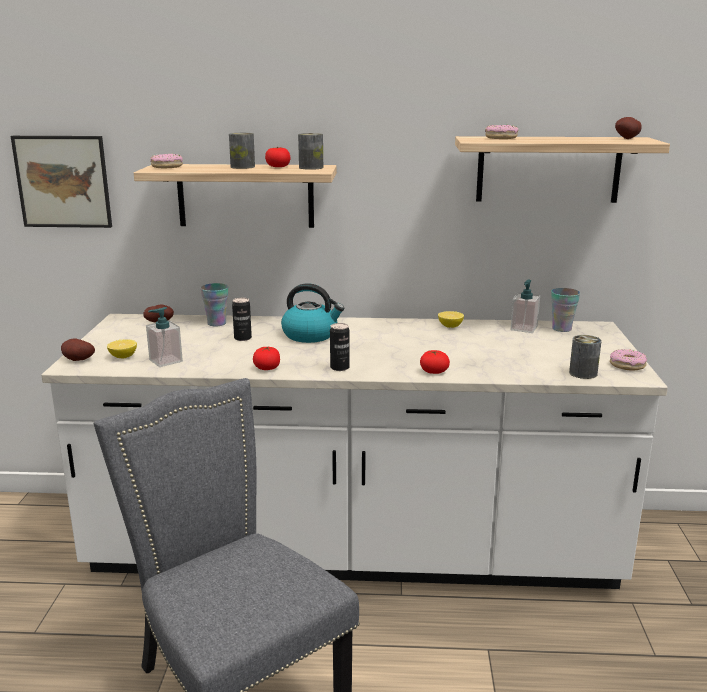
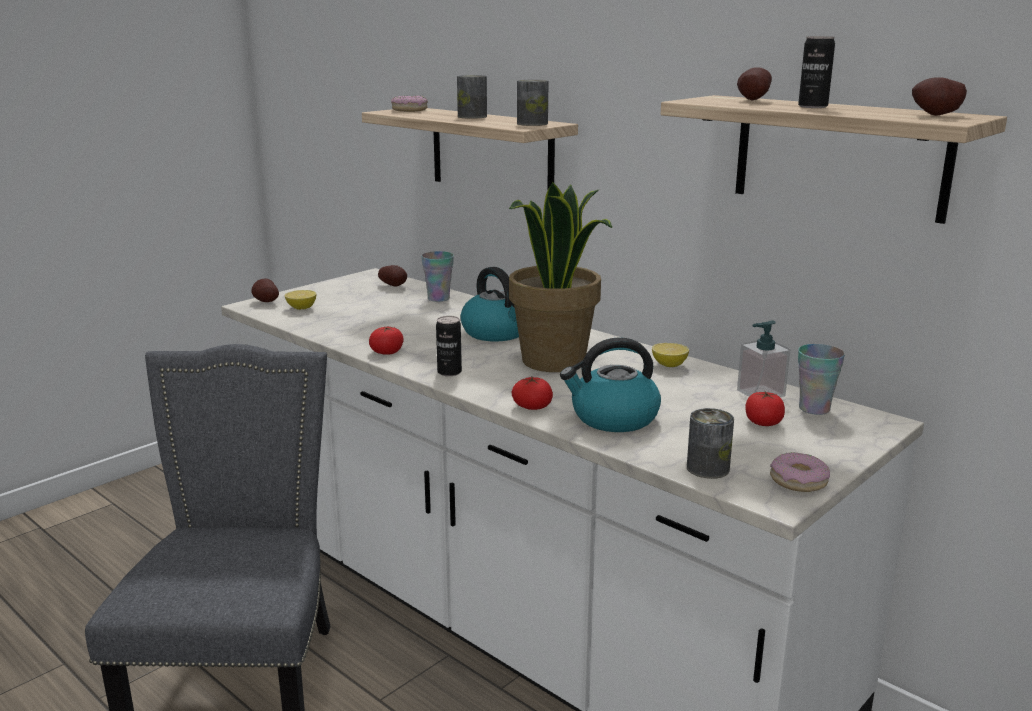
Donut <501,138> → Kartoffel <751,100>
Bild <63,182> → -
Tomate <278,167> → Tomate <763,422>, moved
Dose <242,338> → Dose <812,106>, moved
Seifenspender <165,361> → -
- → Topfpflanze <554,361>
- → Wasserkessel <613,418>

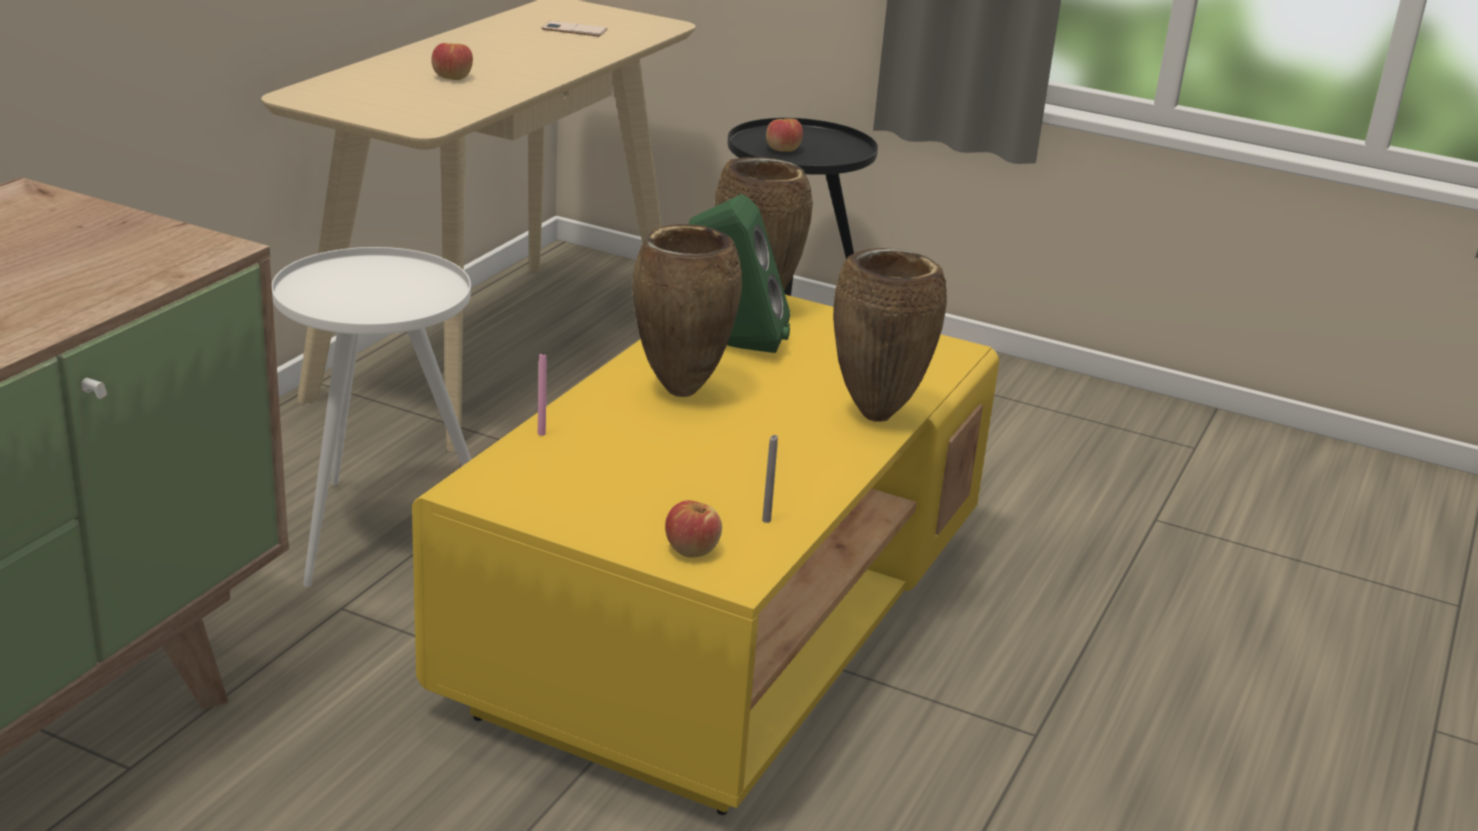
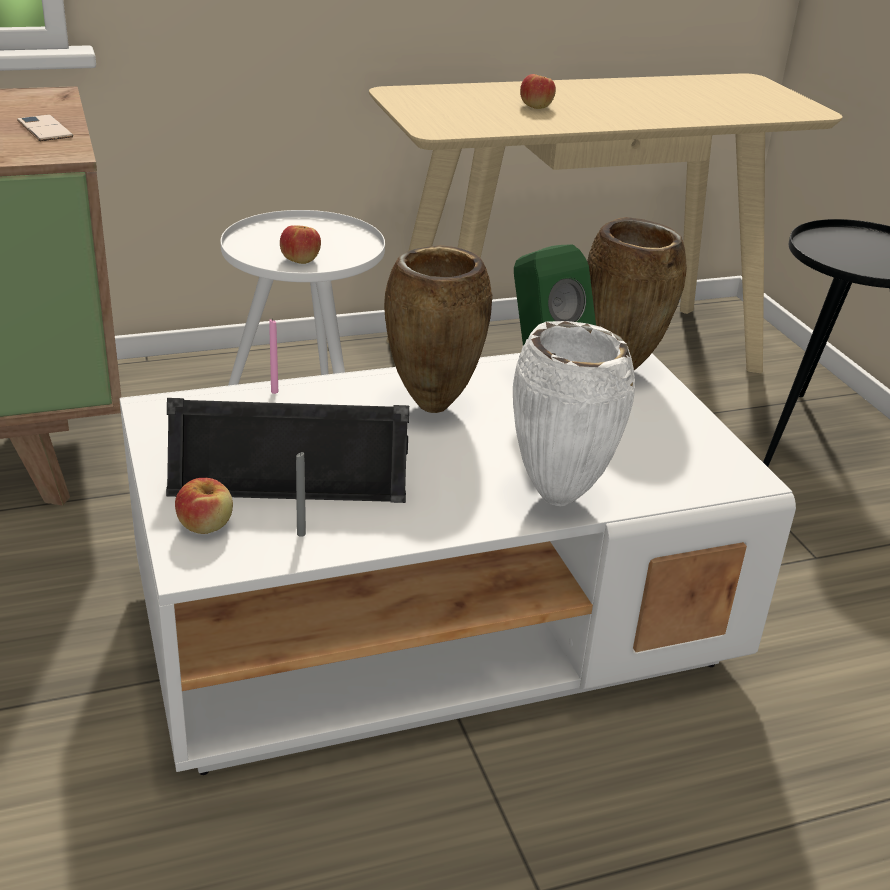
Handy <574,30> → Handy <45,129>, moved
Apfel <782,149> → Apfel <300,259>, moved
Vase/braun <877,414> → Vase/weiß <560,498>
Couchtisch/gelb <721,615> → Couchtisch/weiß <434,625>
- → Lautsprecher/schwarz <291,470>

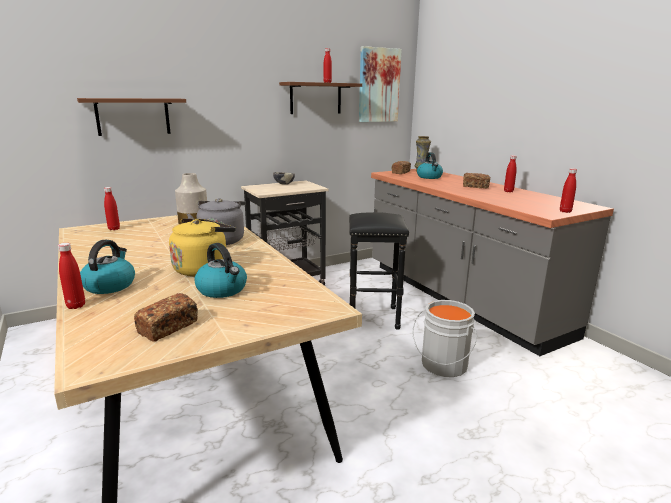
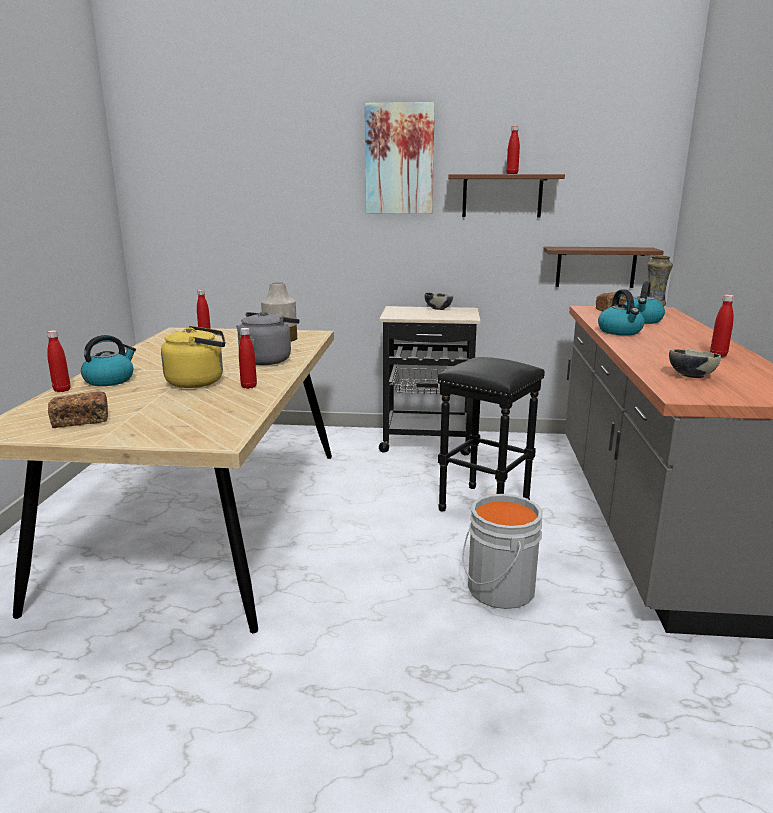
Bild <378,85> → Bild <399,159>, moved
Wandregal/braun <133,116> → Wandregal/braun <595,267>, moved
Flasche/rot <565,211> → Flasche/rot <249,386>, moved
Brot <475,186> → -
Wasserkessel <222,290> → Wasserkessel <620,331>, moved
- → Schüssel <690,376>

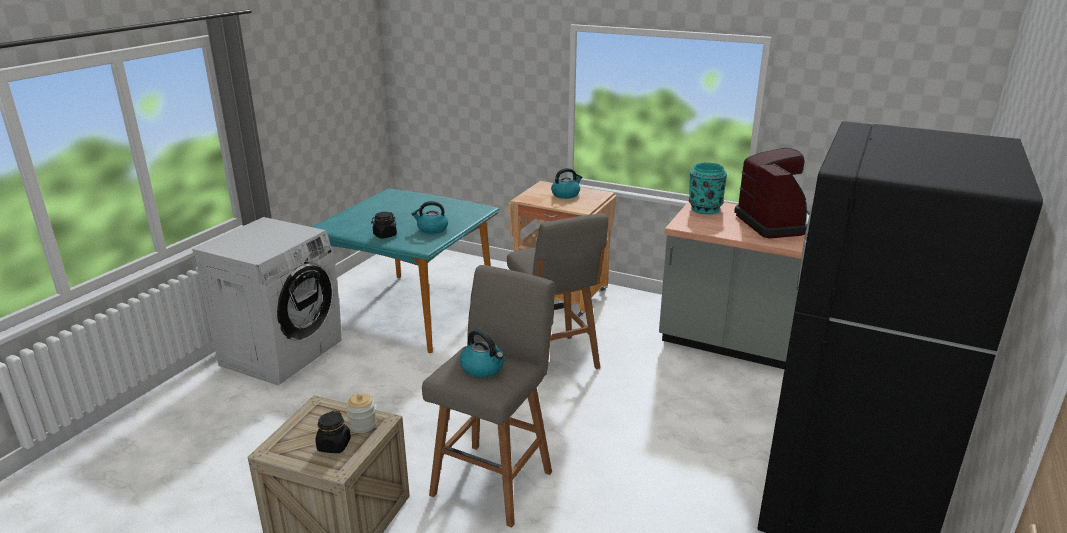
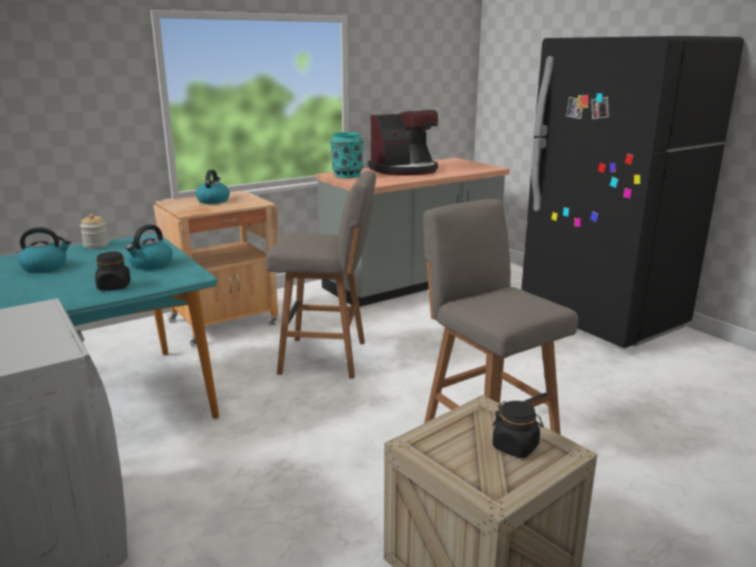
Kaffeemaschine <775,223> → Kaffeemaschine <405,170>, 135 degrees clockwise
Wasserkessel <483,368> → Wasserkessel <45,267>, moved
Vorratsglas <363,425> → Vorratsglas <96,245>, moved

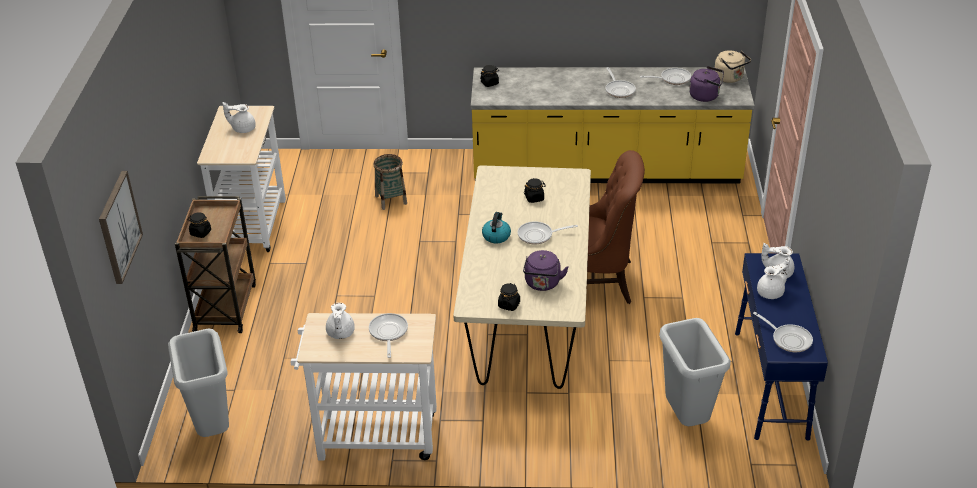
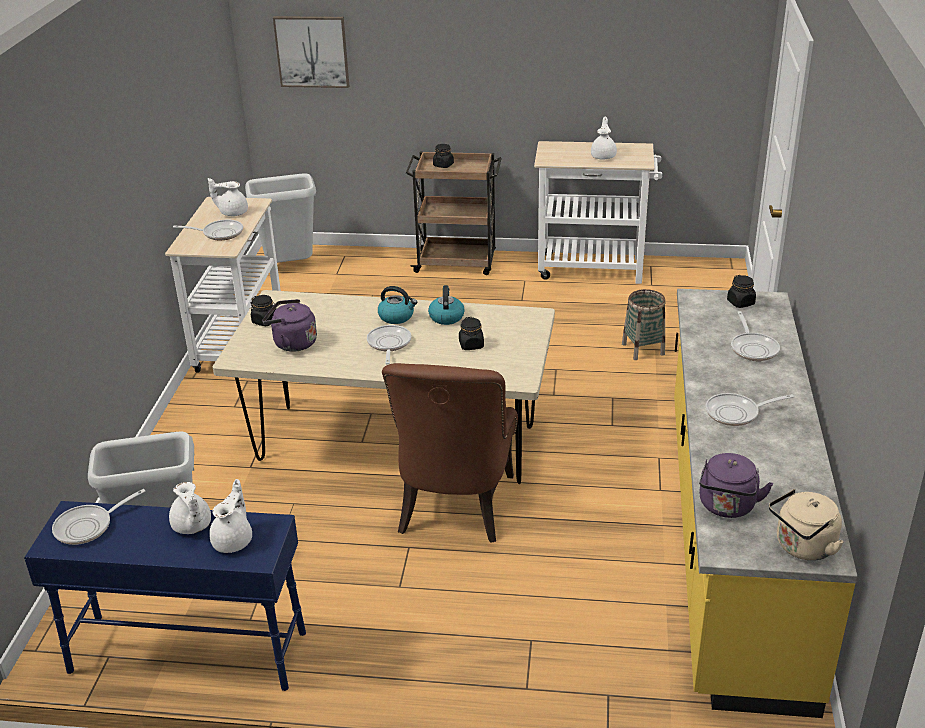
Pfanne <672,79> → Pfanne <753,348>, moved
- → Wasserkessel <446,317>

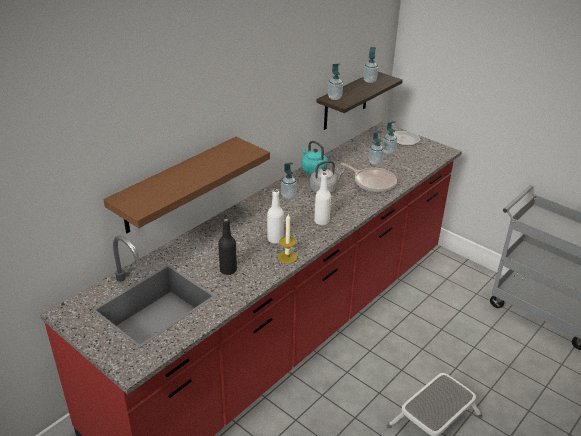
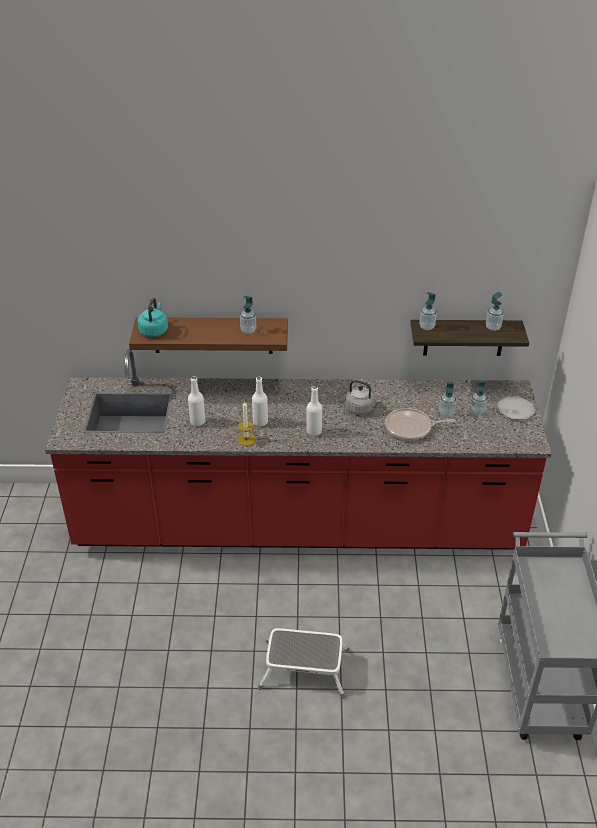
Wasserkessel/türkis <313,170> → Wasserkessel/türkis <154,330>, moved
Seifenspender <288,196> → Seifenspender <248,330>, moved
Pfanne <373,182> → Pfanne <411,428>, 90 degrees clockwise
Flasche/schwarz <228,270> → Flasche/weiß <197,421>

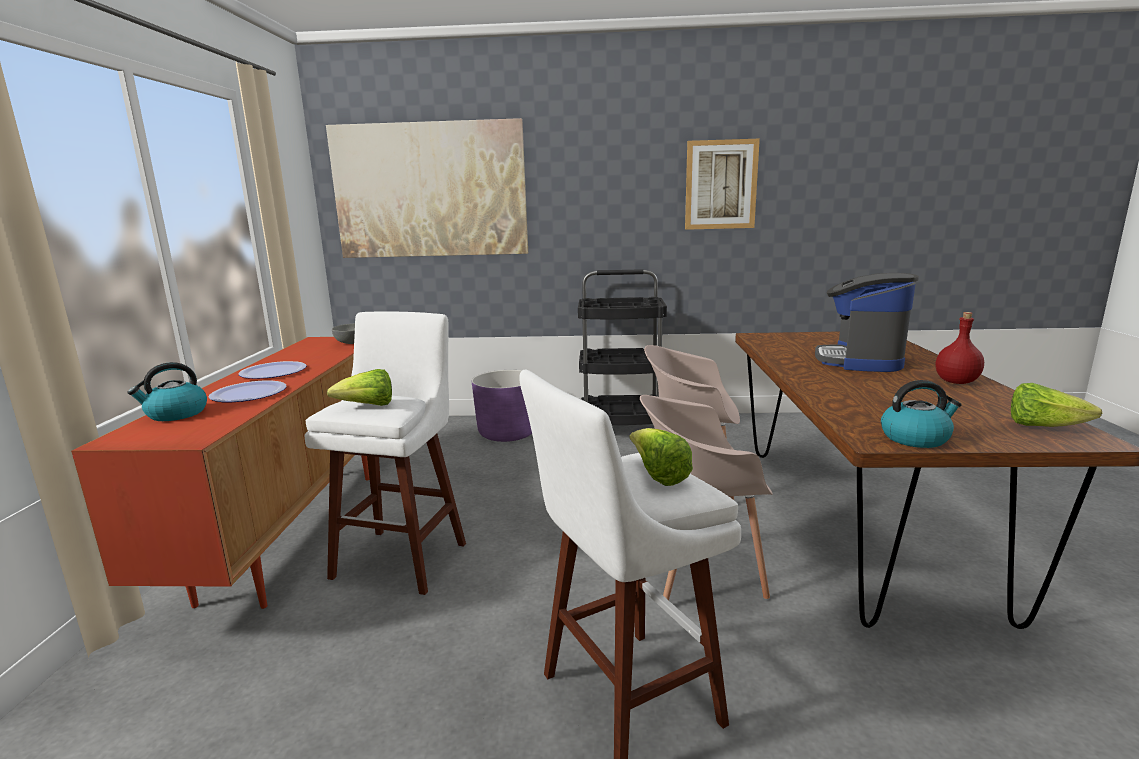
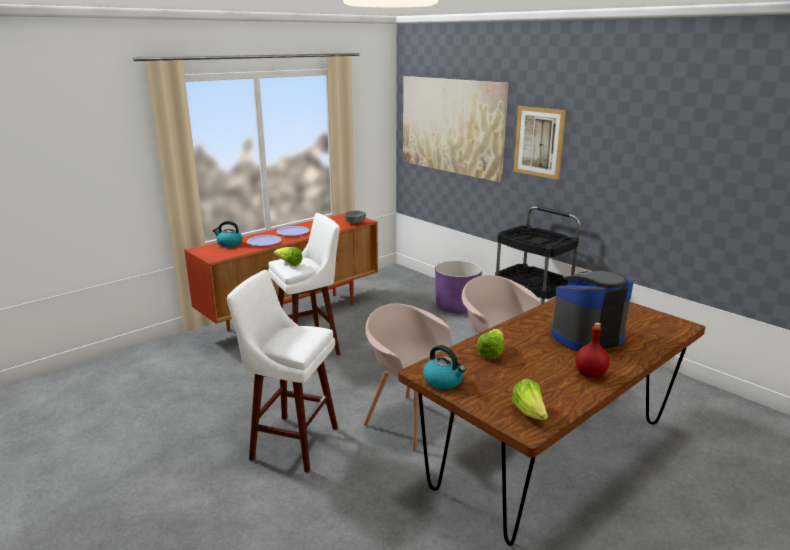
Bild <721,185> → Bild <539,142>, moved
Salatkopf <658,475> → Salatkopf <491,353>, moved

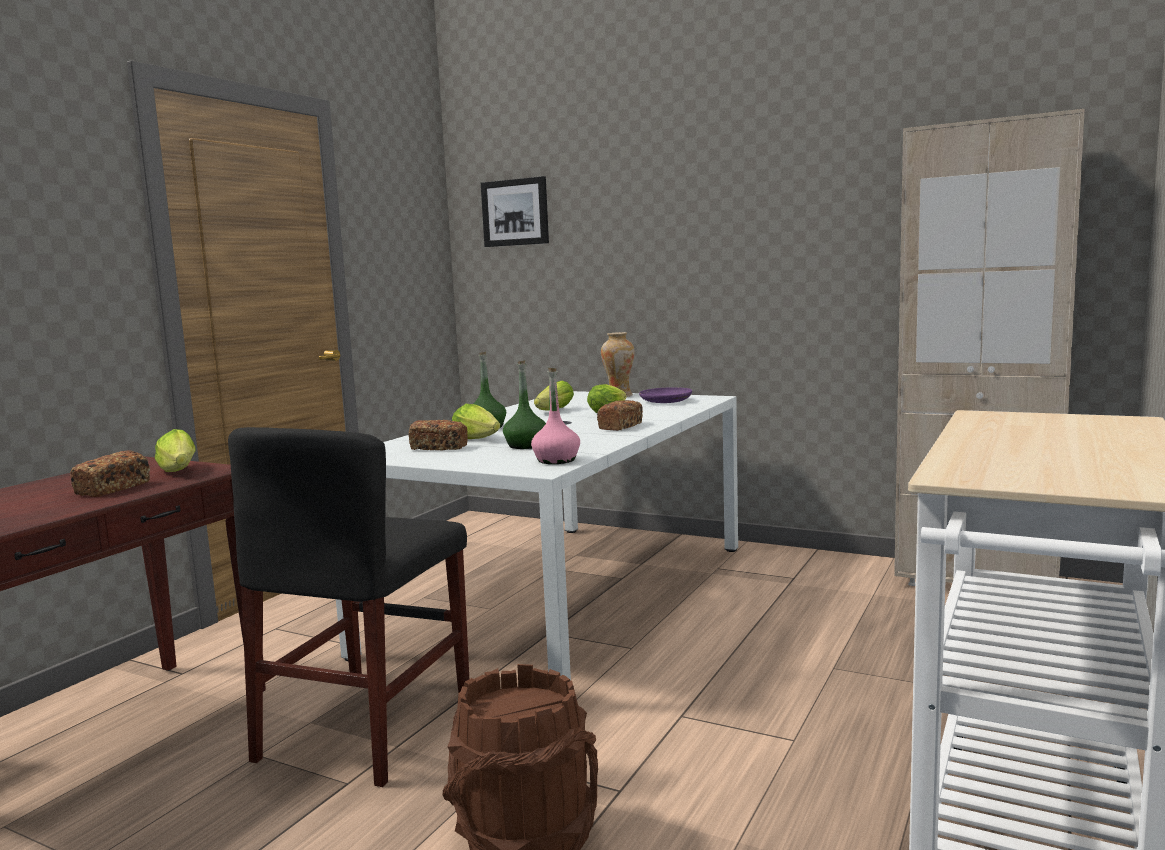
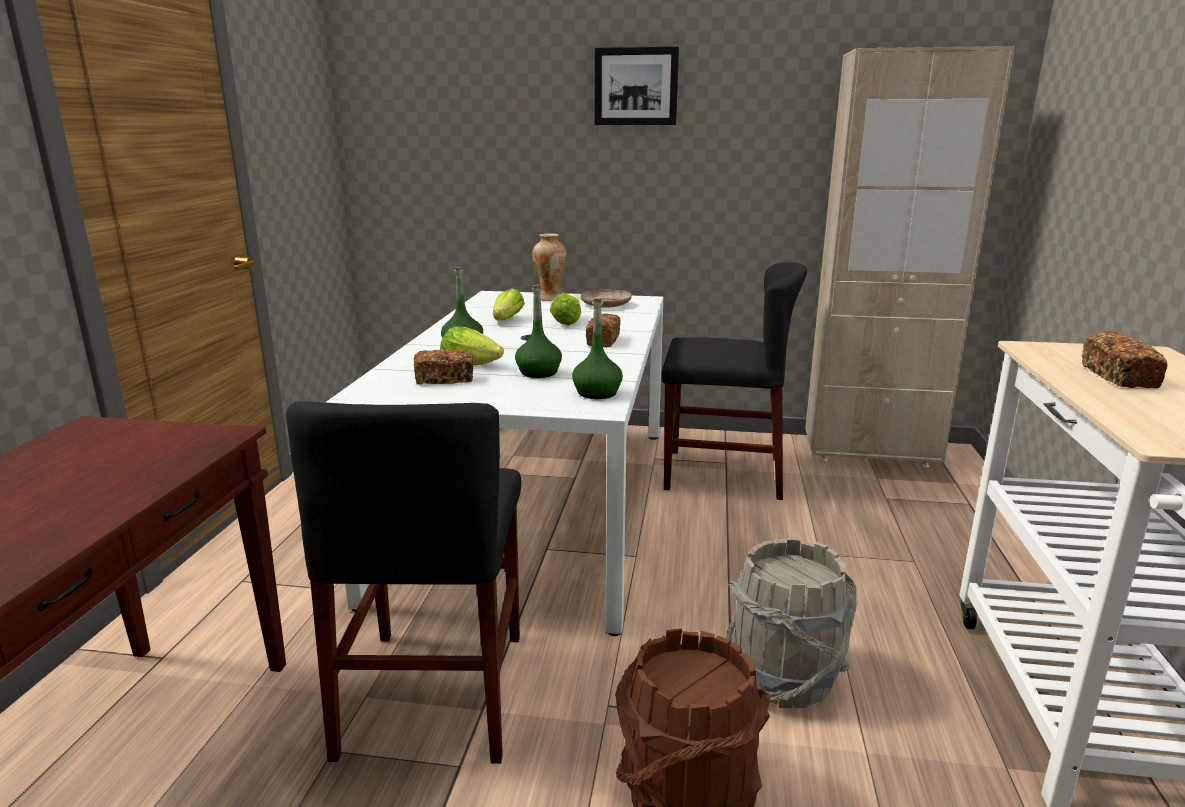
Bild <515,212> → Bild <636,86>, moved
Flasche/rosa <556,460> → Flasche/grün <597,393>
Teller/lila <666,401> → Teller/beige <606,305>
Salatkopf <179,472> → -
Brot <113,489> → Brot <1118,377>, moved
- → Stuhl/schwarz <723,473>
- → Eimer/grau <783,677>

